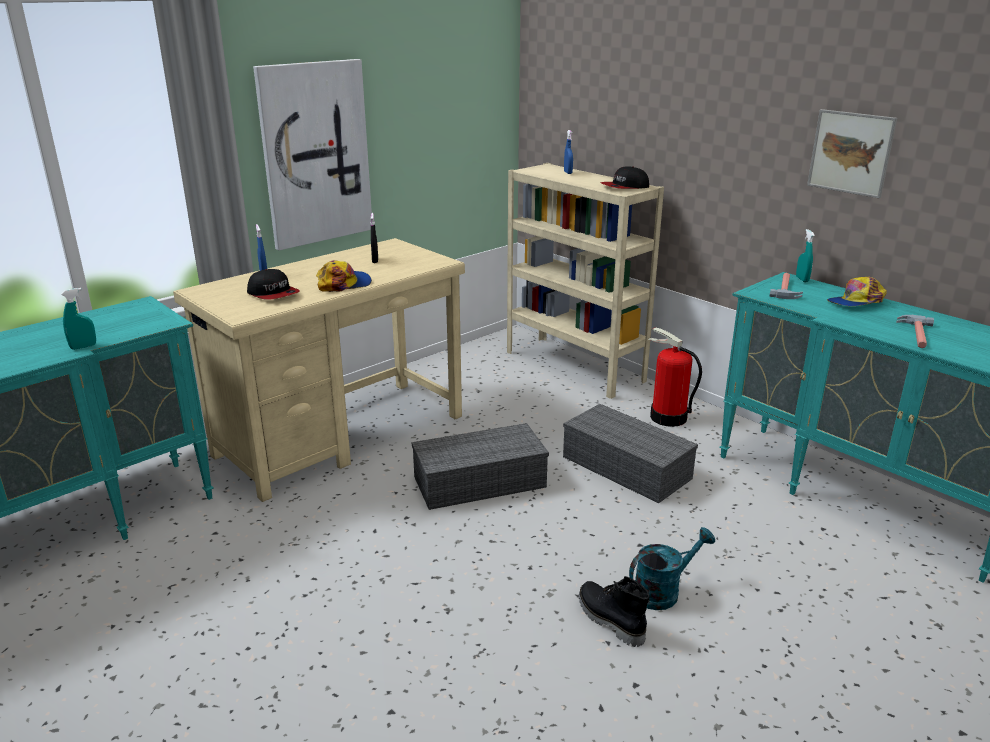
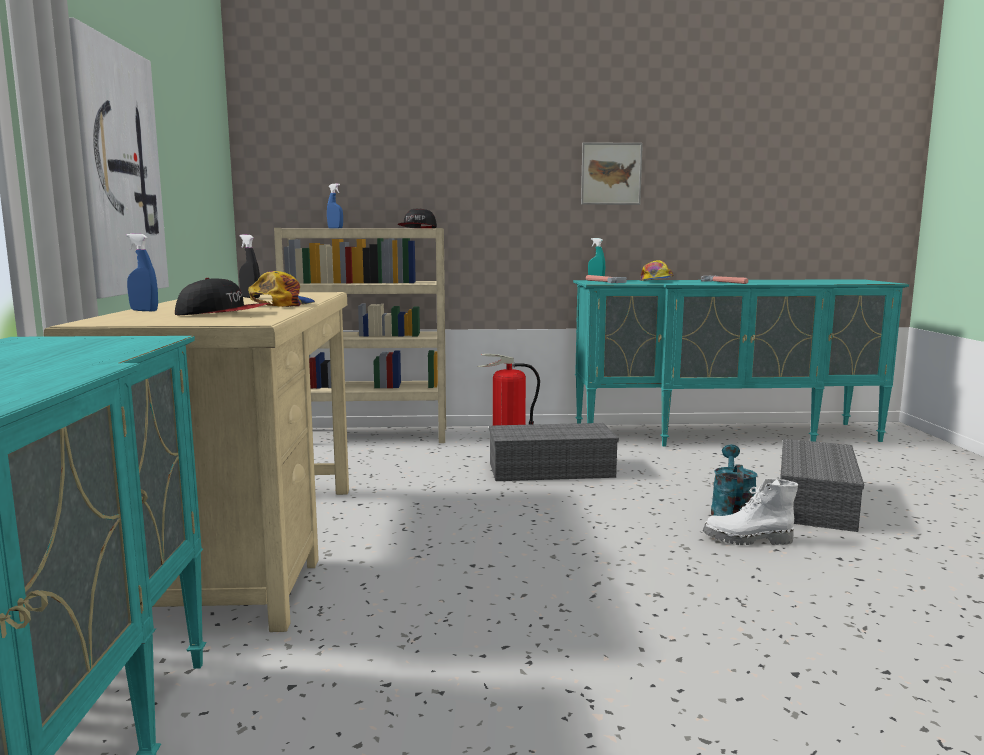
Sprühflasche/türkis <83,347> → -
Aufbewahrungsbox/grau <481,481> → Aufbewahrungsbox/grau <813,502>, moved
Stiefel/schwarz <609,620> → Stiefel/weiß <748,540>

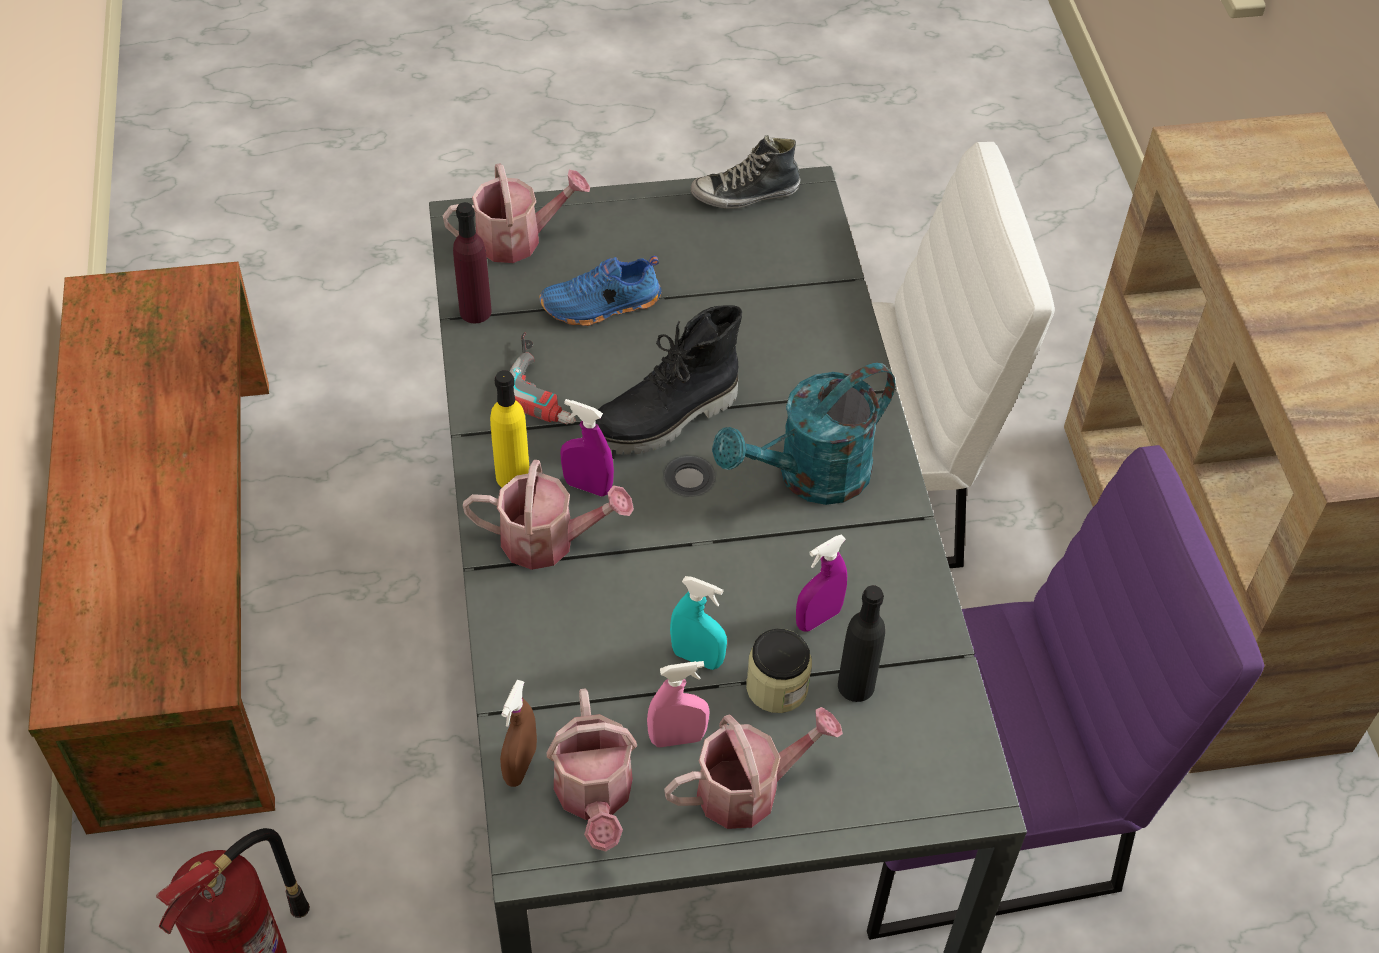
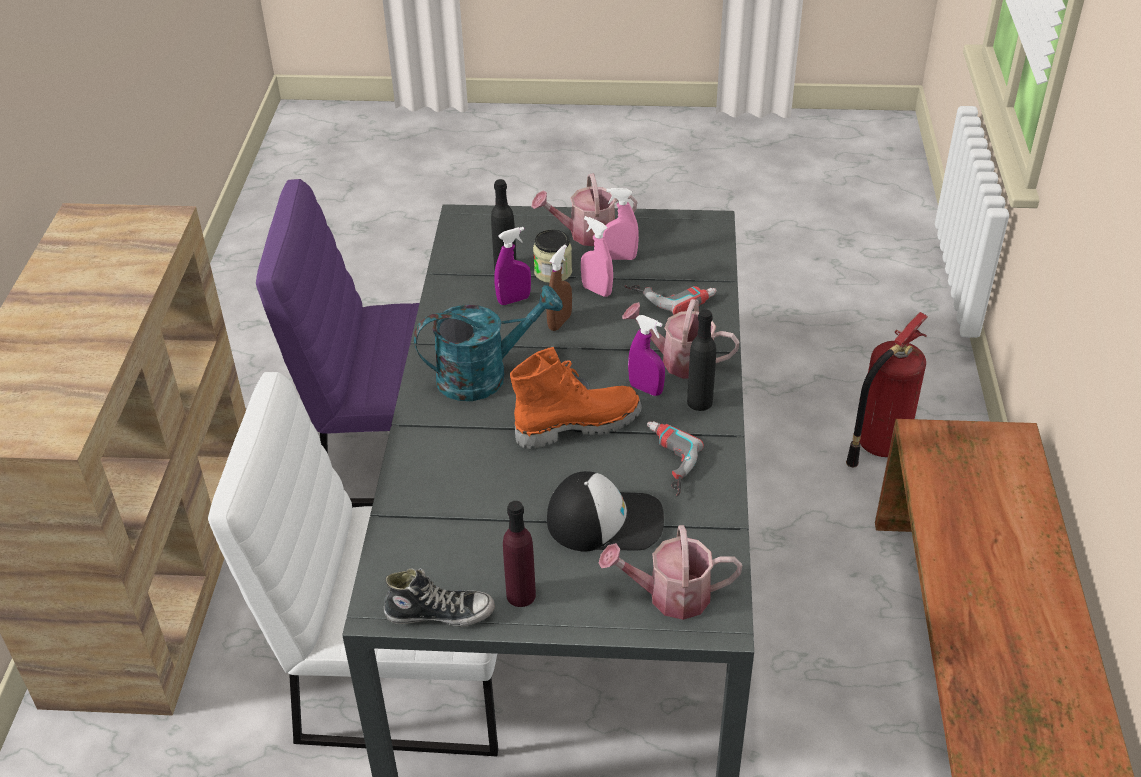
Flasche/lila <475,311> → Flasche/lila <521,595>, moved
Schuh/blau <601,306> → Kappe <606,520>
Stiefel/schwarz <665,421> → Stiefel/orange <577,424>
Flasche/gelb <513,476> → Flasche/schwarz <699,402>
Sprühflasche/türkis <697,657> → Sprühflasche/rosa <596,290>
Sprühflasche/braun <520,765> → Sprühflasche/braun <559,322>, moved
Gießkanne <595,796> → -
- → Bohrmaschine <671,294>

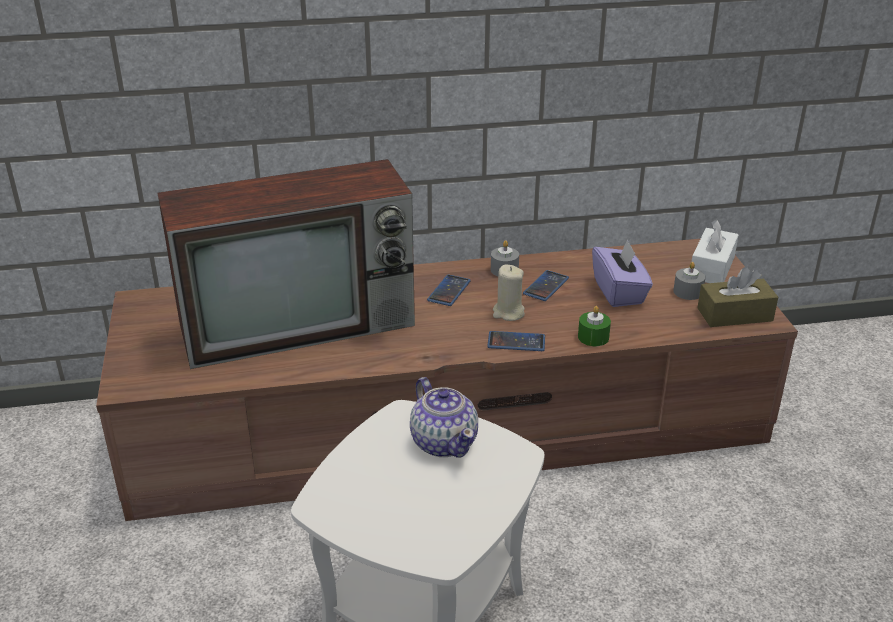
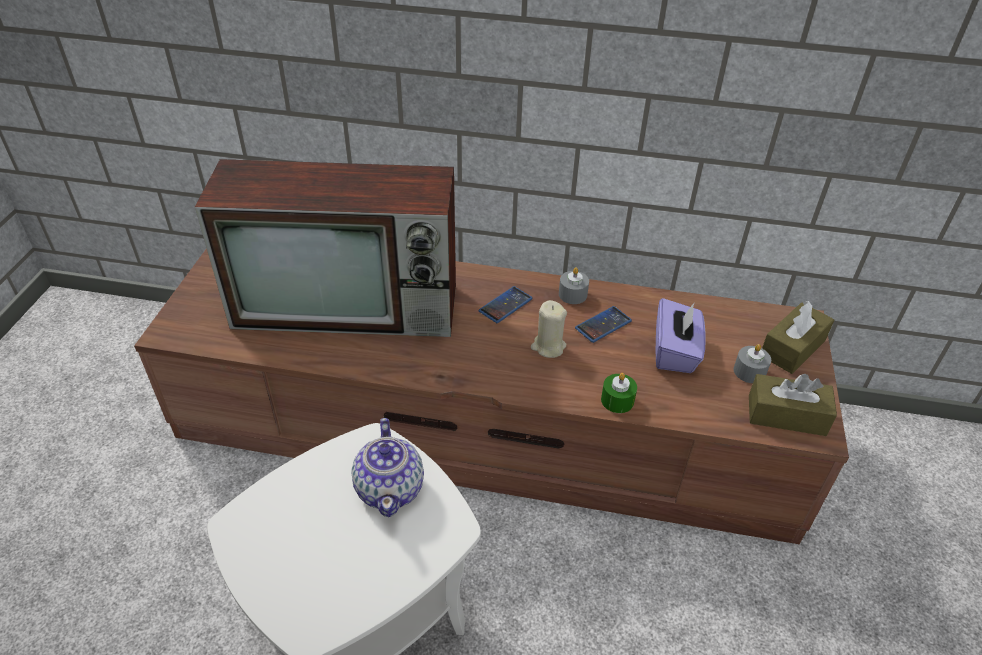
Taschentuchbox/weiß <712,268> → Taschentuchbox/braun <792,348>
Handy <516,342> → -

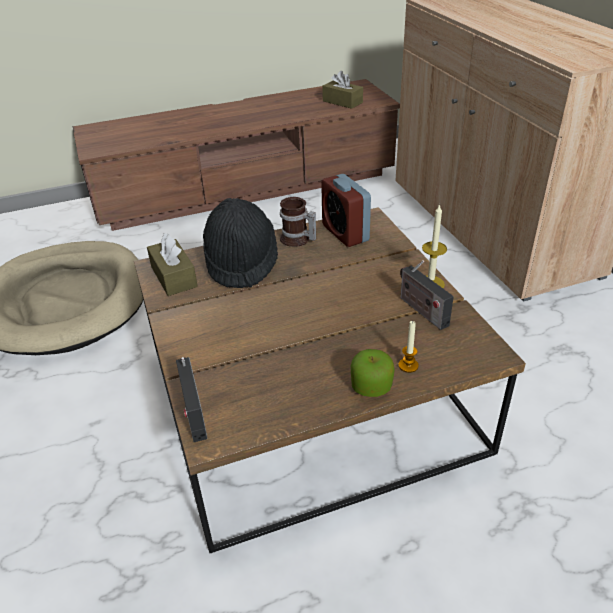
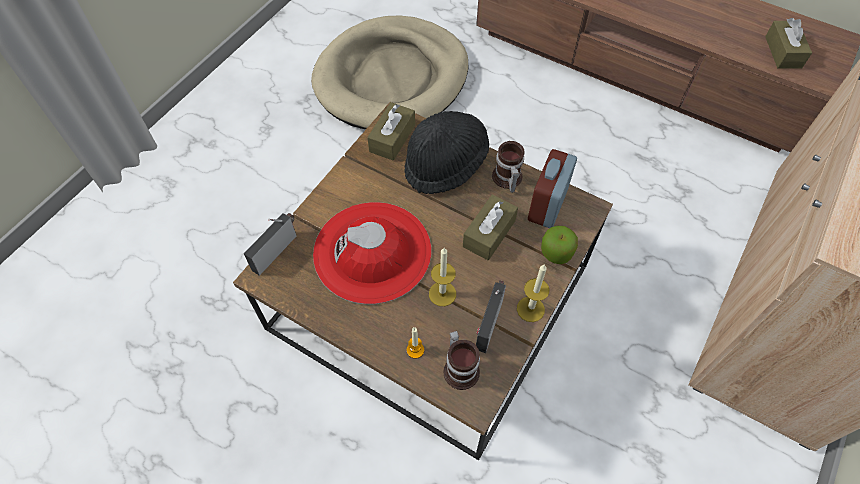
Apfel <371,387> → Apfel <556,252>, moved
- → Taschentuchbox/braun <489,233>
- → Hut/rot <372,252>
- → Kerze <442,294>
- → Henkelbecher <461,368>

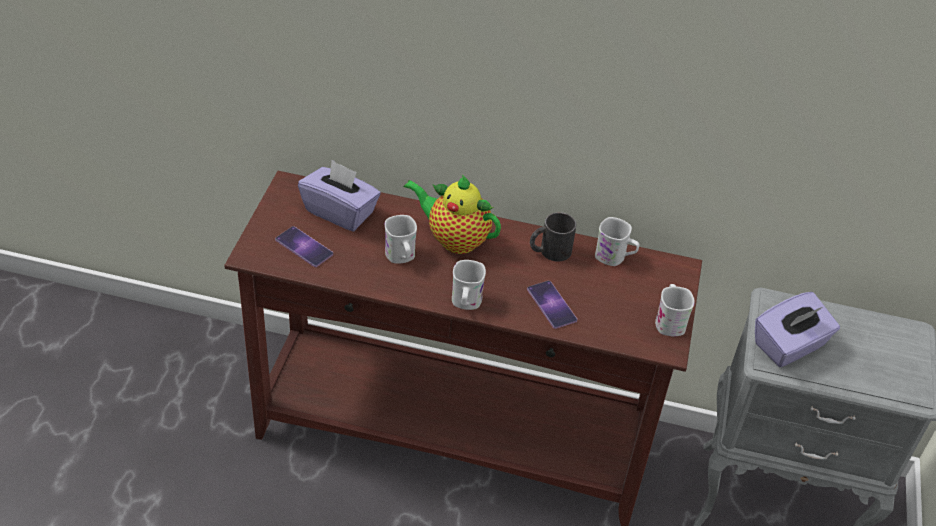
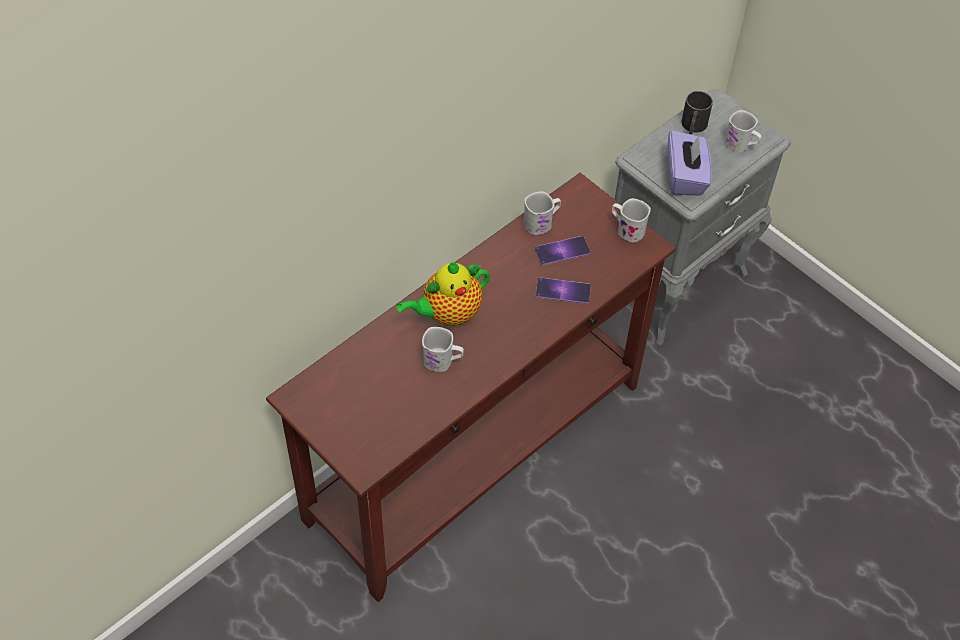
Taschentuchbox/lila <340,212> → -
Henkelbecher/schwarz <549,251> → Henkelbecher/schwarz <693,127>, moved
Handy <304,247> → Handy <562,251>, moved
Henkelbecher/weiß <465,303> → Henkelbecher/weiß <741,145>, moved

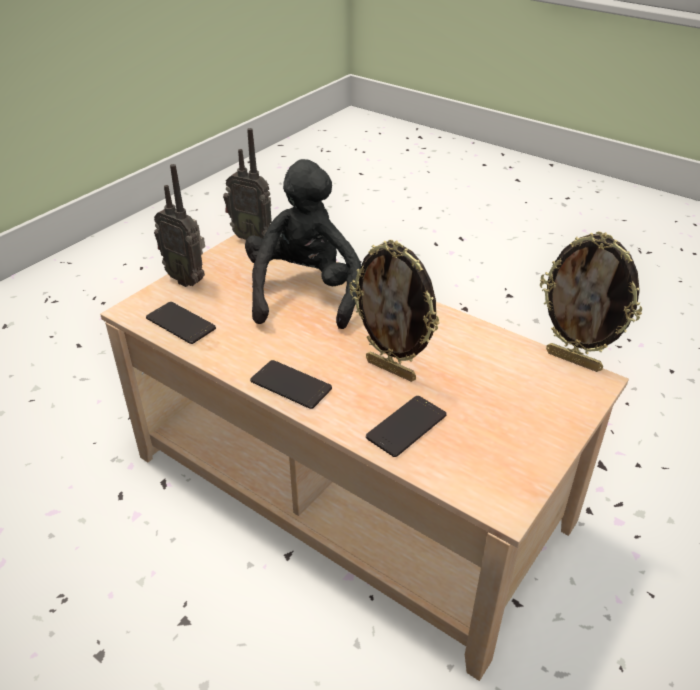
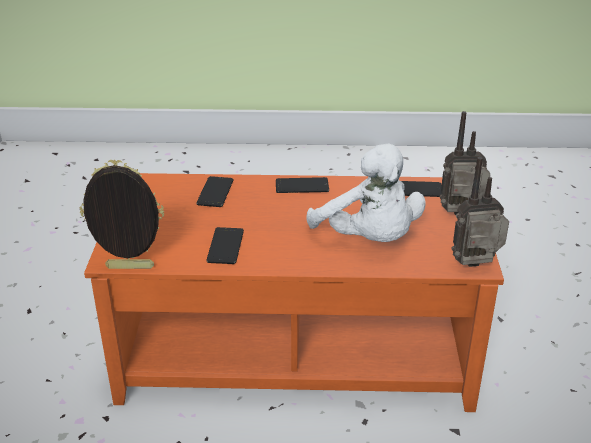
Plüschtier/schwarz <304,293> → Plüschtier/weiß <369,239>
Couchtisch/beige <352,486> → Couchtisch/orange <294,350>
Bilderrahmen <392,369> → -
- → Handy <225,246>

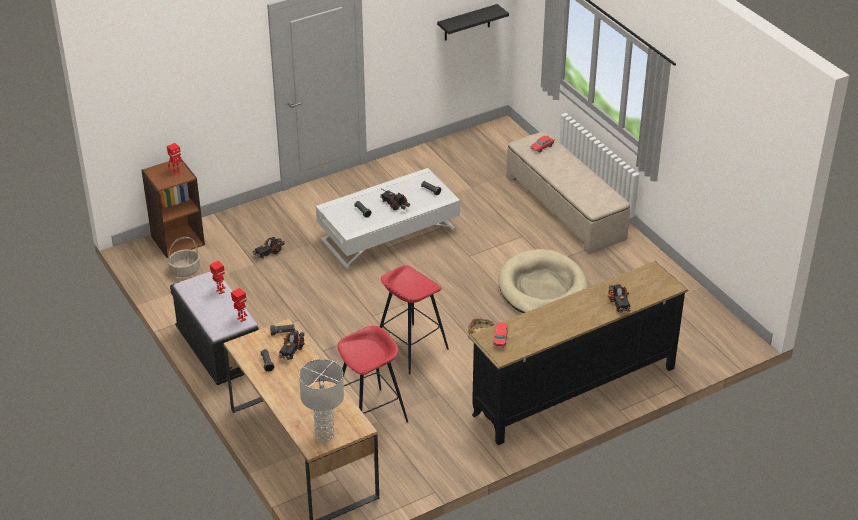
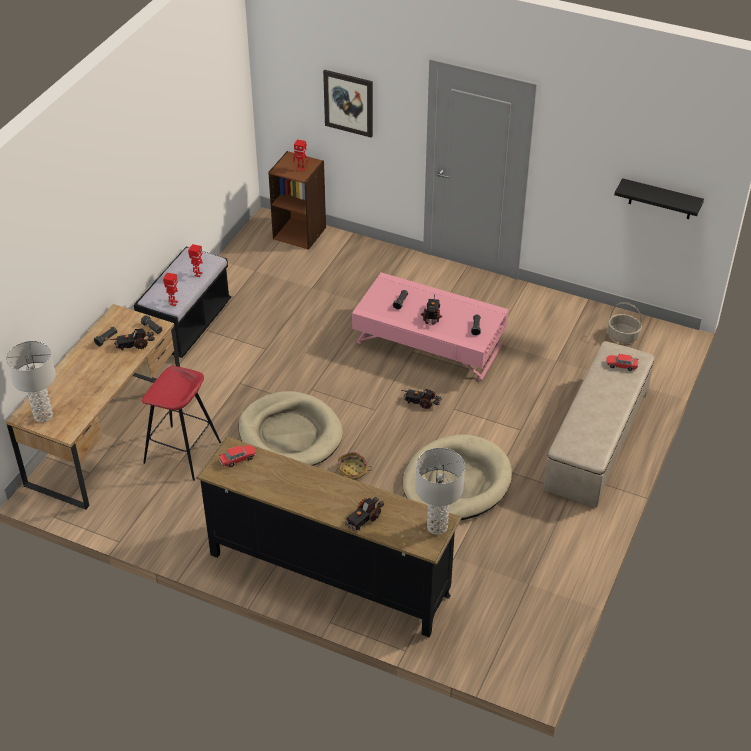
Couchtisch/weiß <389,235> → Couchtisch/rosa <430,344>
Korb <185,270> → Korb <623,336>, moved
Spielzeuglaster <268,252> → Spielzeuglaster <421,402>, moved
Hocker/rot <410,348> → Hundebett/beige <290,434>
- → Bild <348,103>
- → Tischlampe/weiß <437,526>

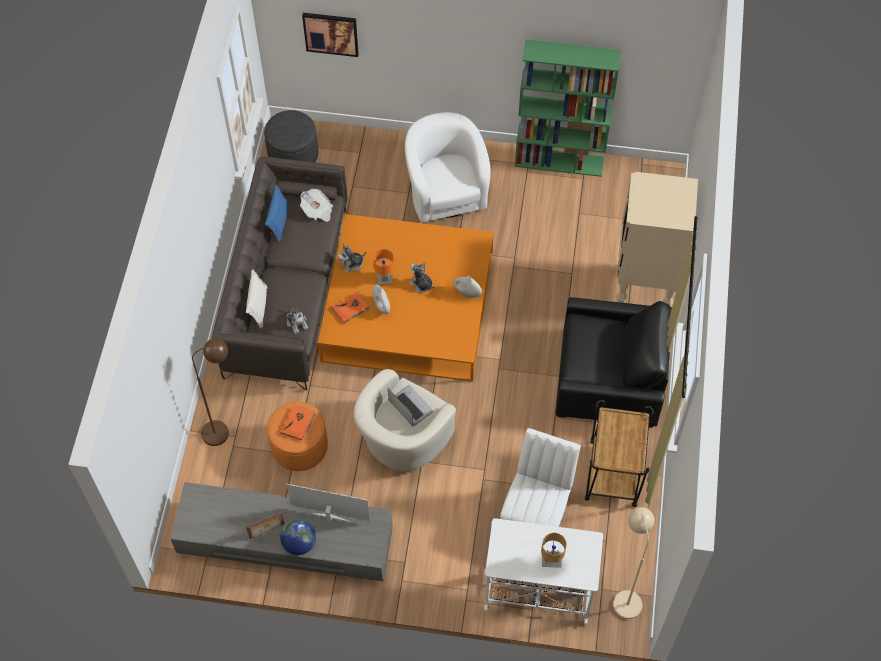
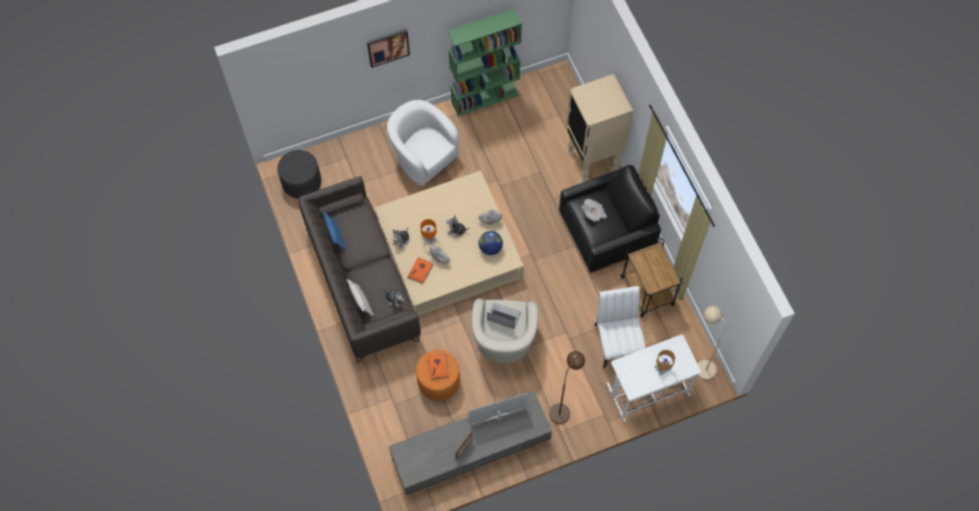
Bild <331,33> → Bild <388,47>, moved
Zeitung <317,211> → Zeitung <594,213>, moved
Couchtisch/orange <407,305> → Couchtisch/beige <448,248>
Stehlampe/braun <223,430> → Stehlampe/braun <563,408>, moved
Globus <299,543> → Globus <490,248>, moved

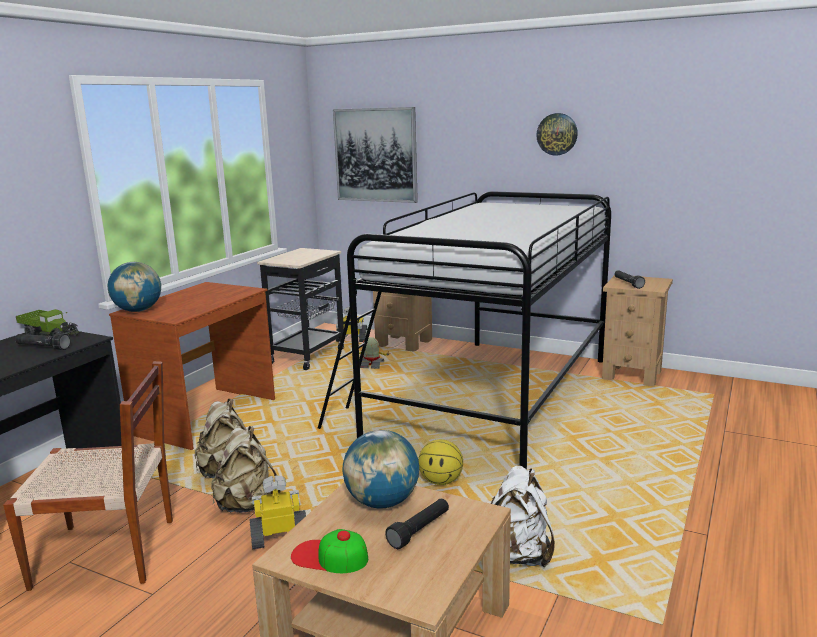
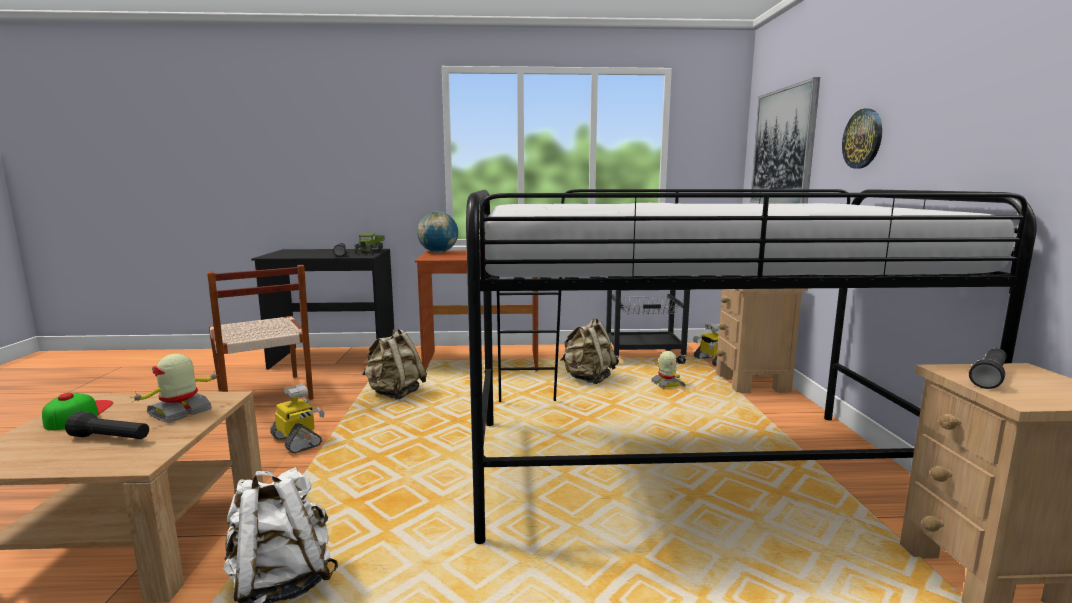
Wanduhr <557,134> → Wanduhr <863,139>, moved
Rucksack/beige <248,505> → Rucksack/beige <588,379>, moved
Globus <382,502> → Spielzeugroboter <180,412>
Basketball <441,481> → -

